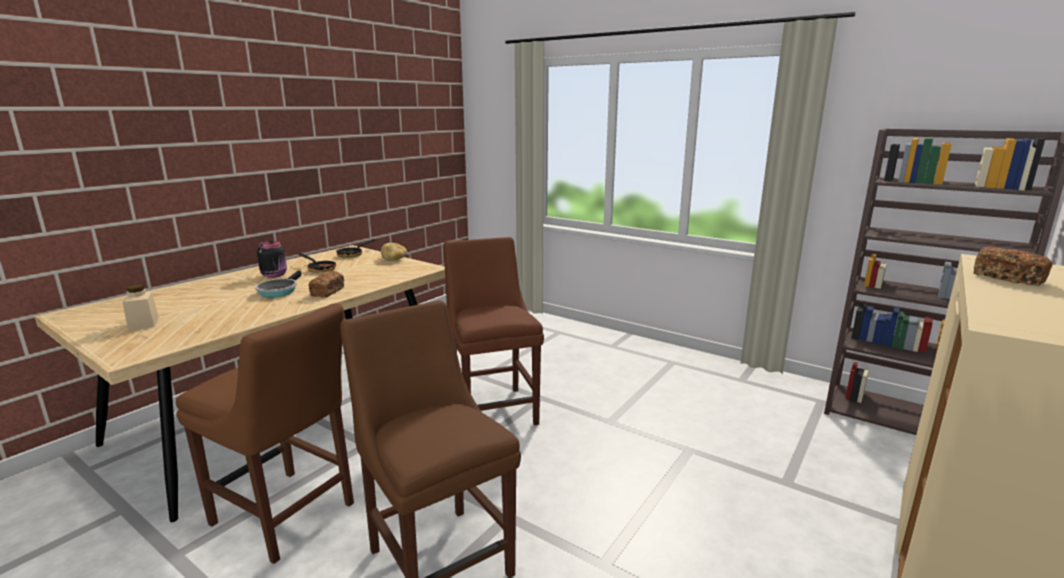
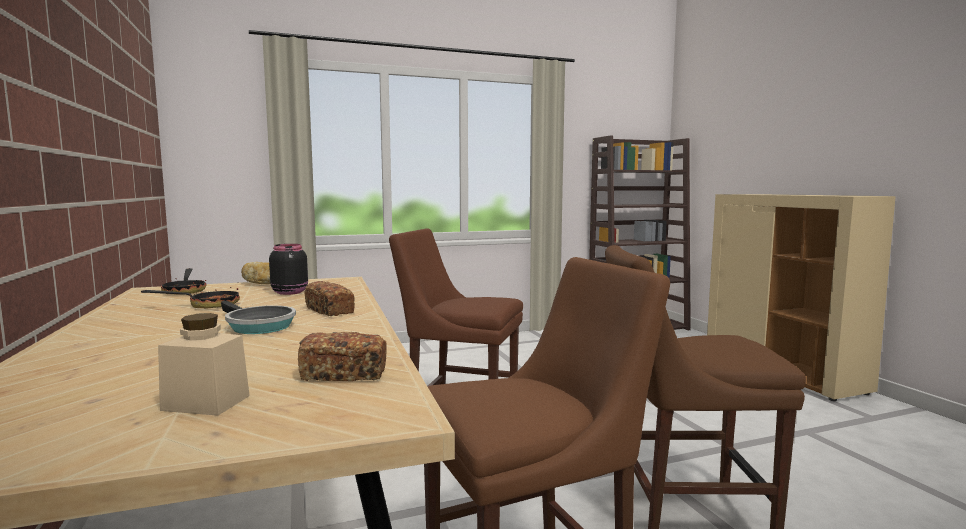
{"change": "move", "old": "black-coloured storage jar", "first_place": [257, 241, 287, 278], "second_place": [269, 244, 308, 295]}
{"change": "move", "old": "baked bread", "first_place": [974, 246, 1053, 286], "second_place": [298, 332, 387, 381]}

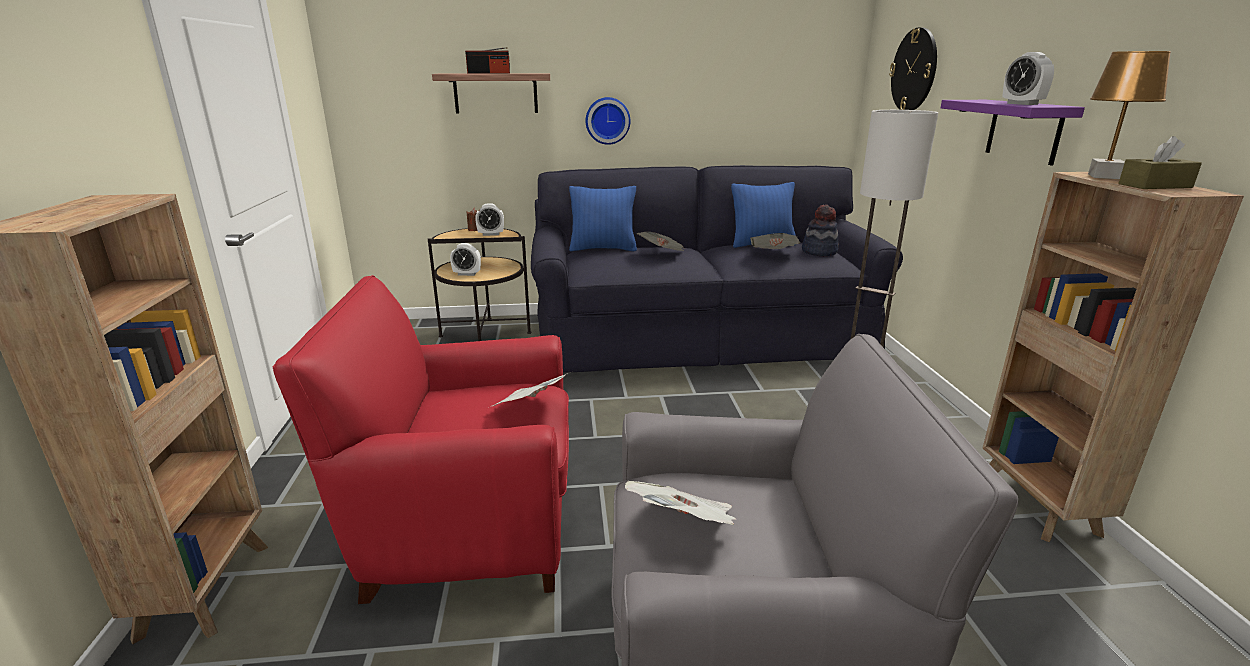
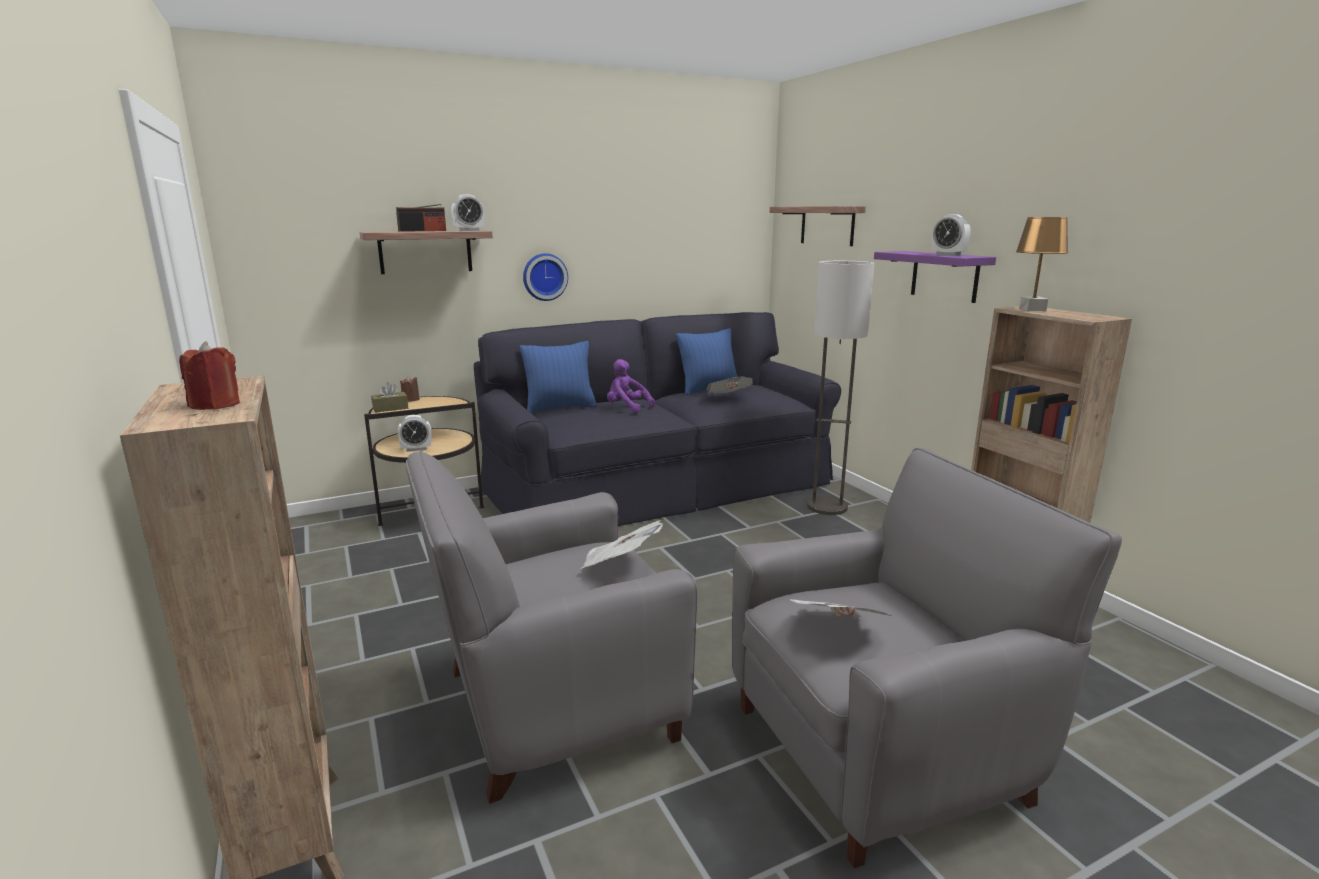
{"change": "insert", "new": "red candle", "second_place": [179, 341, 240, 410]}
{"change": "move", "old": "brown box of tissues", "first_place": [1118, 136, 1202, 189], "second_place": [371, 382, 408, 413]}
{"change": "recolor", "old": "red armchair", "new": "gray armchair", "first_place": [273, 275, 569, 604], "second_place": [406, 451, 697, 804]}
{"change": "move", "old": "table clock", "first_place": [475, 203, 504, 236], "second_place": [451, 194, 485, 231]}
{"change": "replace", "old": "printed paper", "new": "purple soft toy", "first_place": [637, 232, 685, 251], "second_place": [607, 359, 655, 413]}
{"change": "replace", "old": "clock on the wall", "new": "bracket shelf", "first_place": [889, 27, 937, 110], "second_place": [770, 206, 866, 246]}
{"change": "delete", "old": "wearable hat", "first_place": [802, 205, 839, 256]}

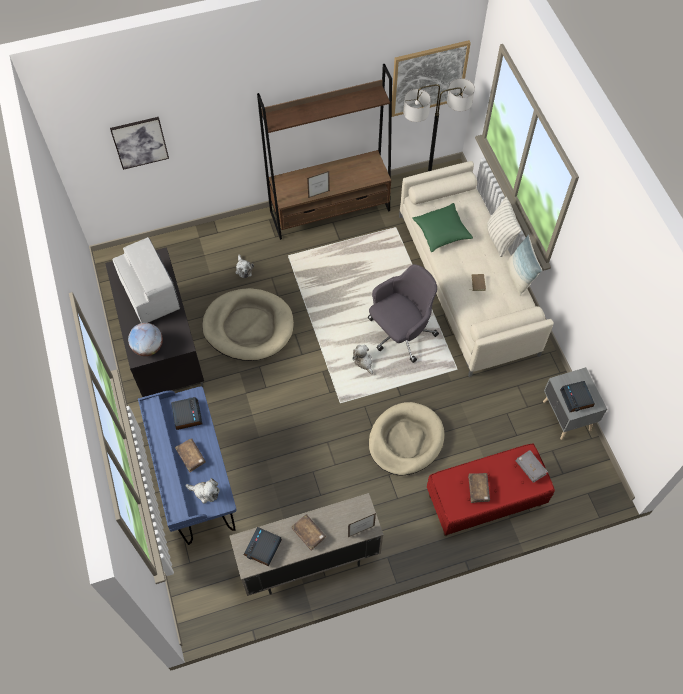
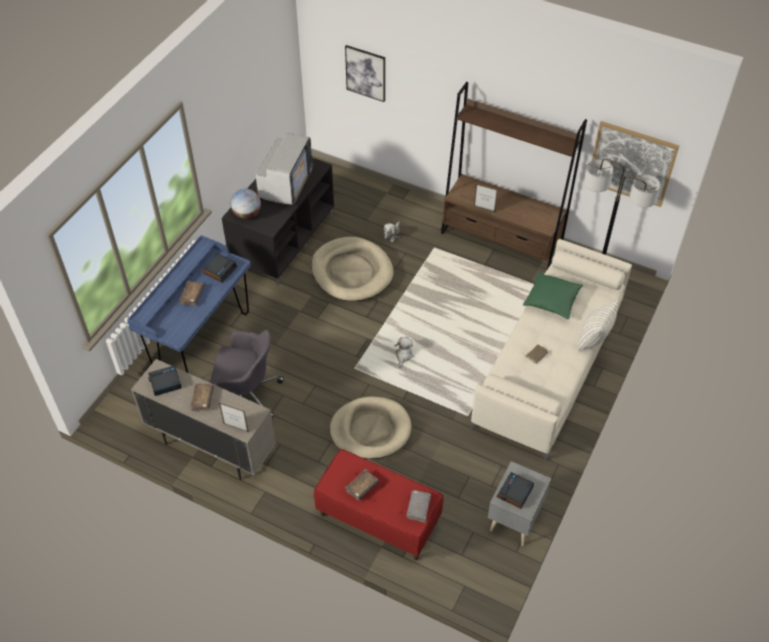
{"change": "move", "old": "gray computer chair", "first_place": [368, 264, 439, 363], "second_place": [210, 330, 284, 419]}
{"change": "delete", "old": "soft toy", "first_place": [186, 478, 220, 504]}
{"change": "delete", "old": "cushion", "first_place": [507, 234, 542, 296]}

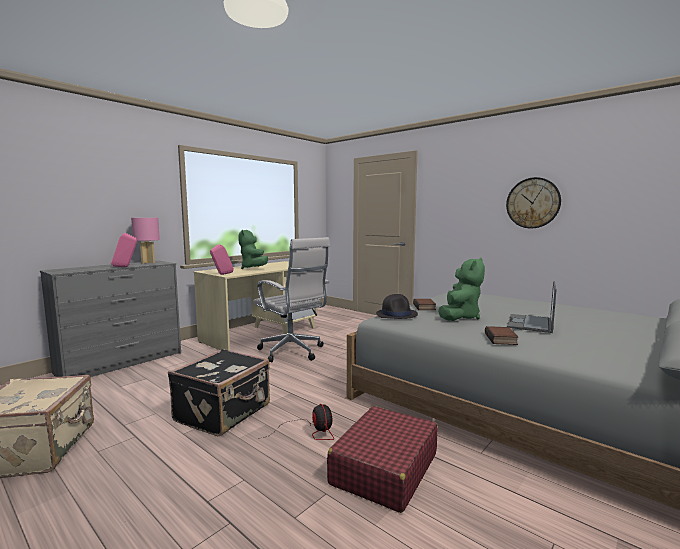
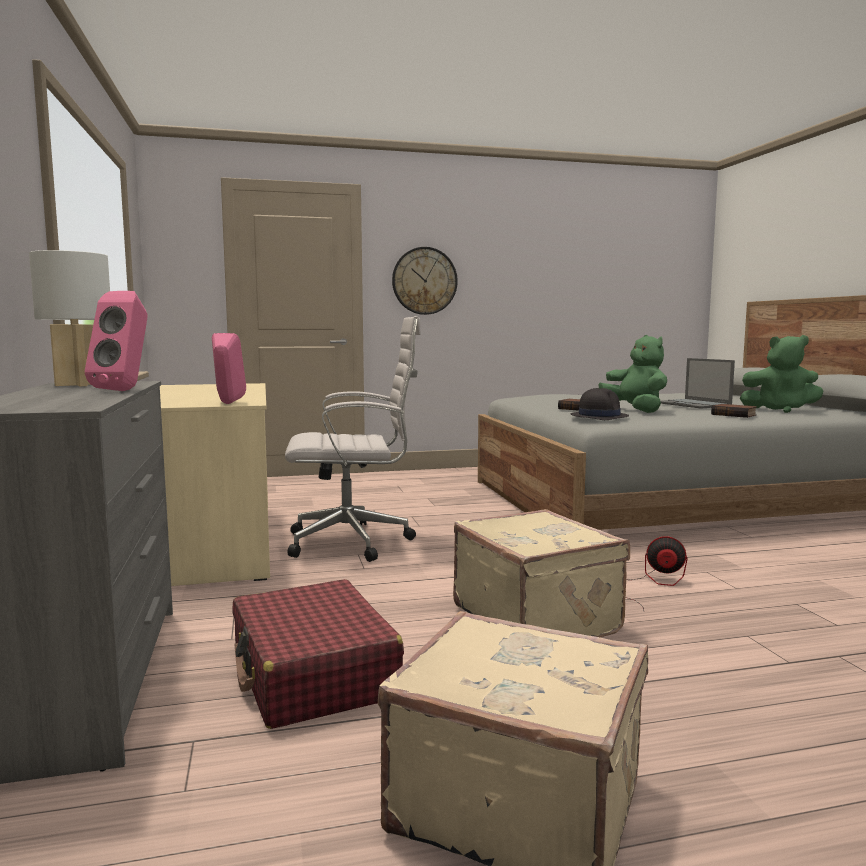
{"change": "recolor", "old": "pink-coloured lamp for a table", "new": "white-coloured lamp for a table", "first_place": [131, 218, 160, 264], "second_place": [29, 250, 110, 386]}
{"change": "move", "old": "red travel case", "first_place": [327, 406, 438, 513], "second_place": [232, 579, 404, 729]}
{"change": "move", "old": "clock on the wall", "first_place": [506, 177, 561, 228], "second_place": [392, 247, 458, 315]}
{"change": "recolor", "old": "black-coloured travel case", "new": "sand-coloured travel case", "first_place": [168, 349, 270, 436], "second_place": [453, 509, 630, 637]}
{"change": "move", "old": "greenish soft toy", "first_place": [238, 229, 268, 269], "second_place": [740, 335, 824, 413]}

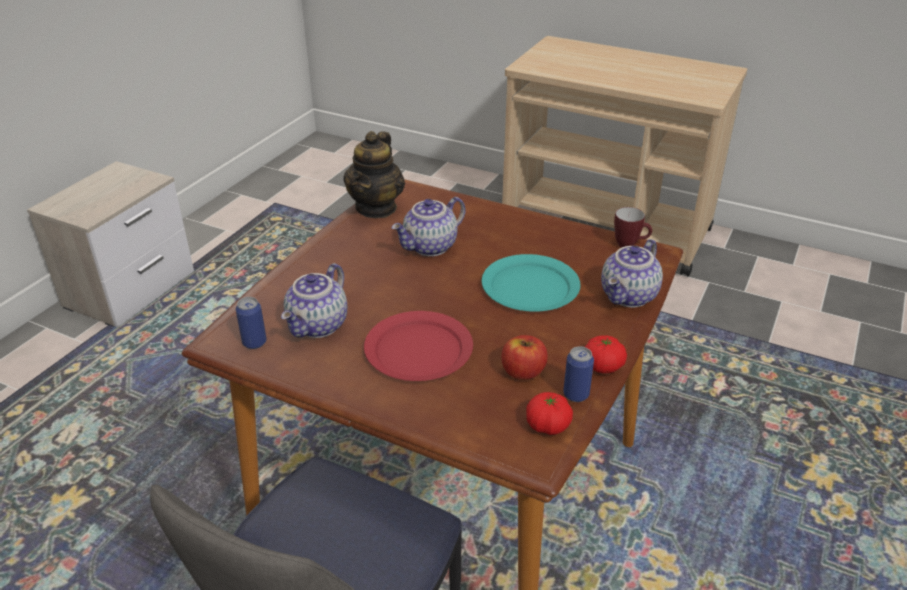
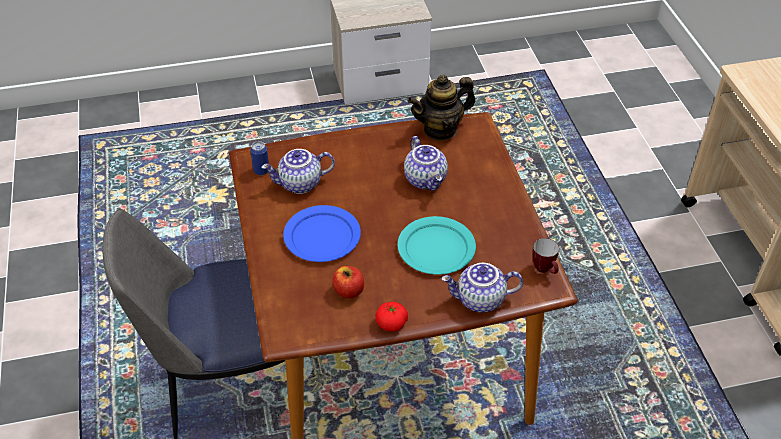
{"change": "recolor", "old": "red plate", "new": "blue-coloured plate", "first_place": [364, 311, 473, 381], "second_place": [283, 205, 361, 262]}
{"change": "rotate", "old": "teapot", "first_place": [392, 197, 465, 256], "second_place": [404, 136, 448, 191], "degrees": -120}
{"change": "delete", "old": "tomato", "first_place": [526, 392, 573, 435]}
{"change": "delete", "old": "can", "first_place": [563, 346, 594, 402]}

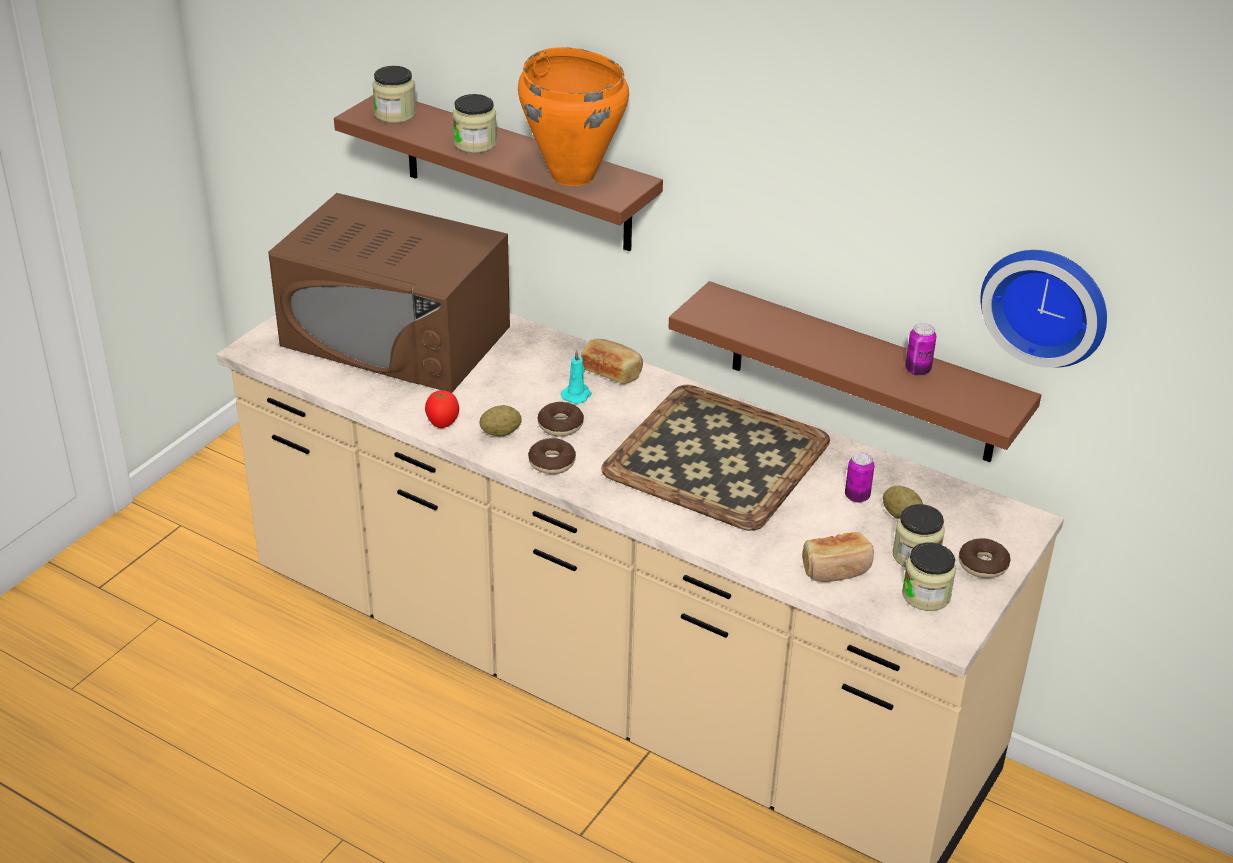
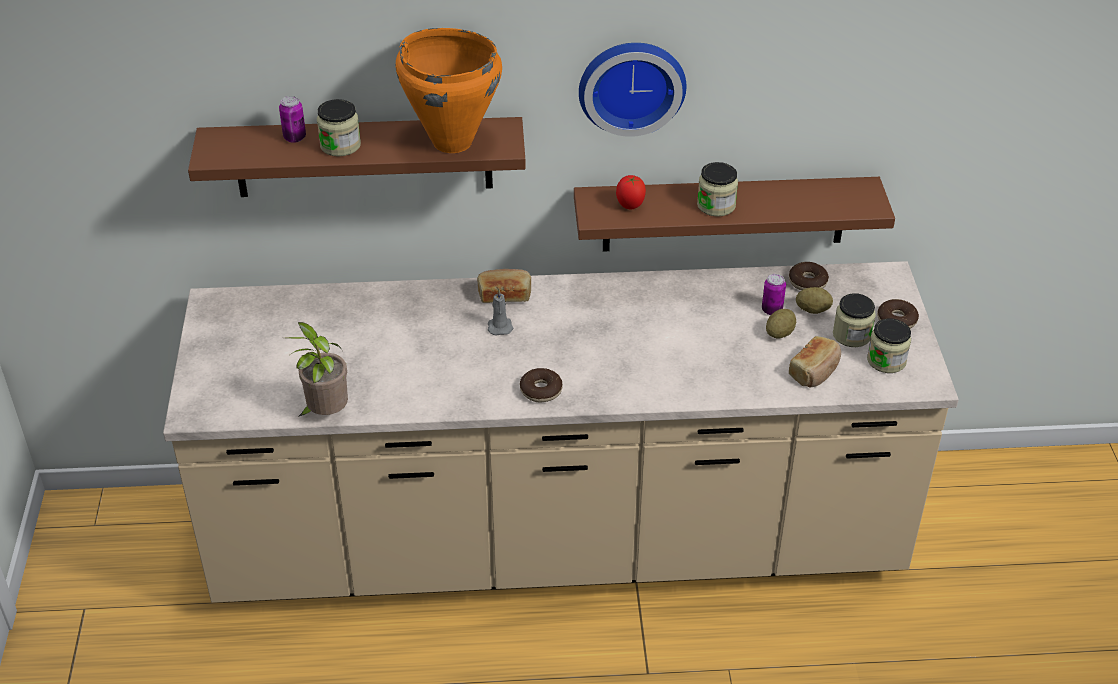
{"change": "move", "old": "can", "first_place": [905, 323, 937, 376], "second_place": [279, 96, 306, 143]}
{"change": "insert", "new": "plant in a pot", "second_place": [287, 322, 348, 417]}
{"change": "recolor", "old": "blue-green candle", "new": "gray candle", "first_place": [561, 350, 592, 404], "second_place": [488, 289, 513, 336]}
{"change": "move", "old": "clock on the wall", "first_place": [980, 250, 1107, 368], "second_place": [579, 43, 686, 137]}
{"change": "move", "old": "tomato", "first_place": [425, 390, 459, 428], "second_place": [616, 175, 646, 209]}
{"change": "move", "old": "storage jar", "first_place": [372, 66, 416, 123], "second_place": [697, 162, 738, 217]}
{"change": "move", "old": "whole potato", "first_place": [479, 405, 522, 436], "second_place": [766, 309, 796, 339]}
{"change": "move", "old": "ring doughnut", "first_place": [538, 402, 584, 437], "second_place": [789, 262, 829, 291]}
{"change": "delete", "old": "brown kitchen microwave", "first_place": [268, 193, 510, 393]}
{"change": "delete", "old": "tray", "first_place": [601, 385, 830, 531]}

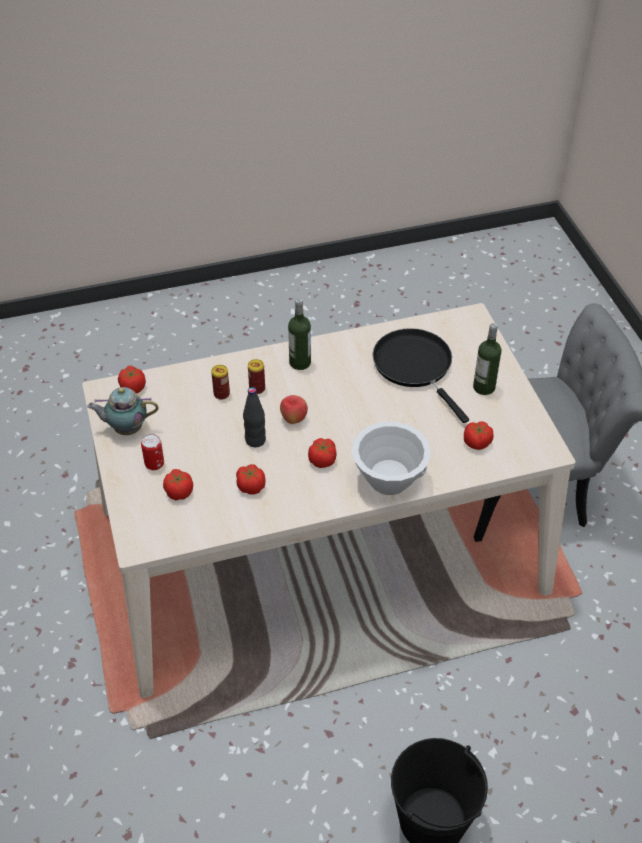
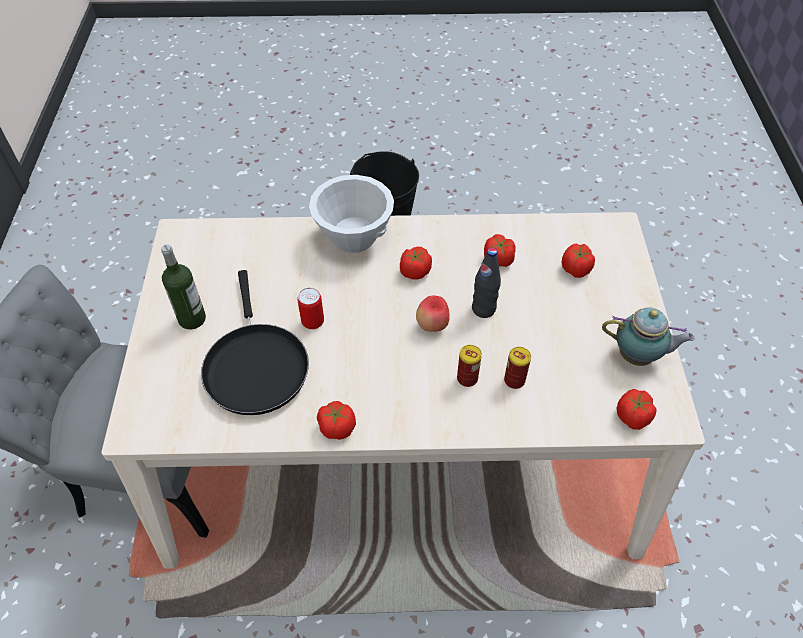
{"change": "move", "old": "can", "first_place": [141, 434, 164, 470], "second_place": [297, 287, 324, 329]}
{"change": "move", "old": "tomato", "first_place": [464, 421, 494, 450], "second_place": [317, 401, 356, 440]}
{"change": "delete", "old": "drink bottle", "first_place": [288, 298, 311, 370]}

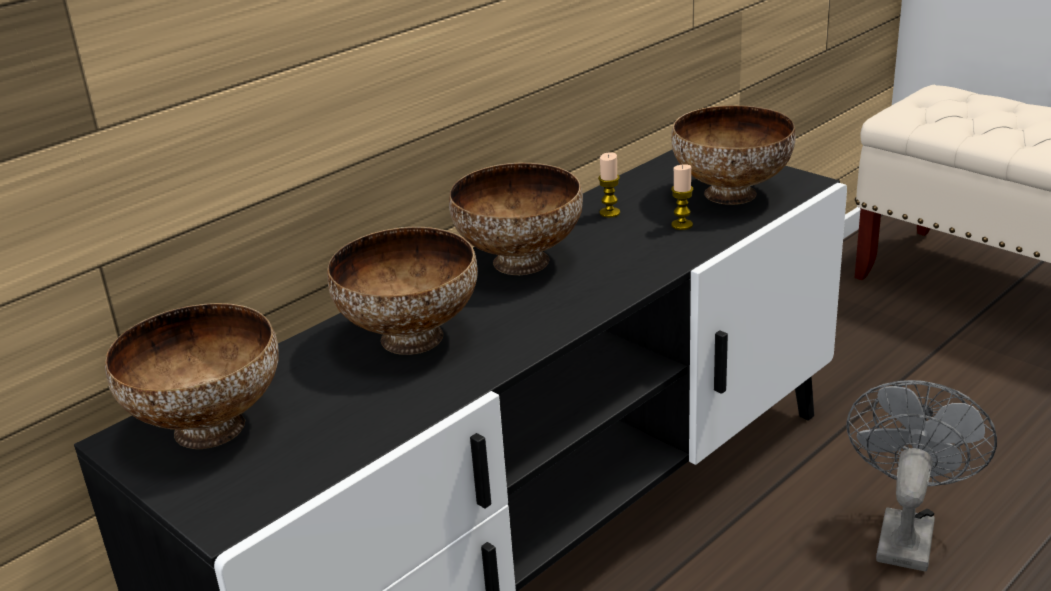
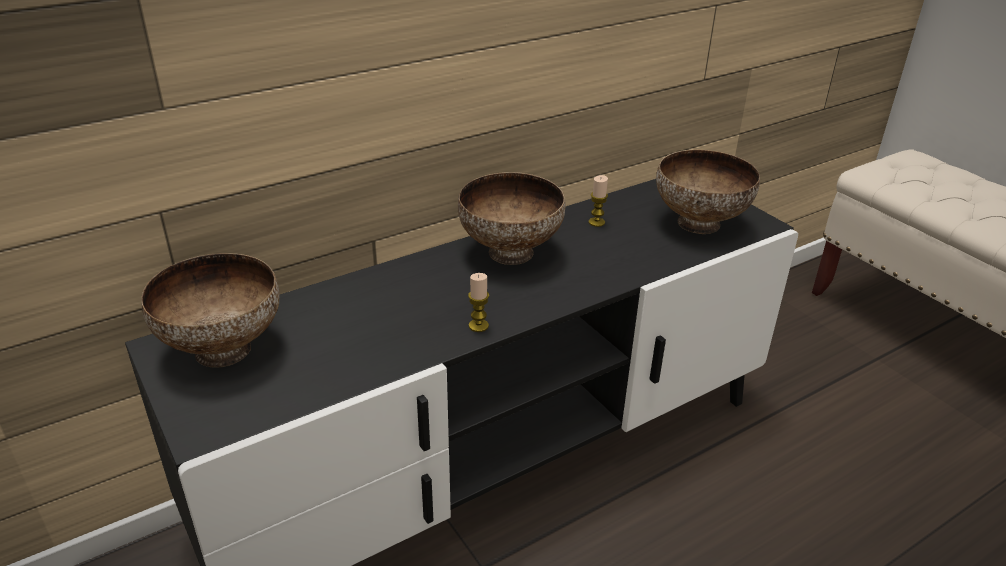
{"change": "move", "old": "candle", "first_place": [671, 164, 694, 230], "second_place": [468, 273, 489, 332]}
{"change": "delete", "old": "serving bowl", "first_place": [327, 227, 478, 355]}
{"change": "delete", "old": "gray fan", "first_place": [846, 380, 997, 571]}

